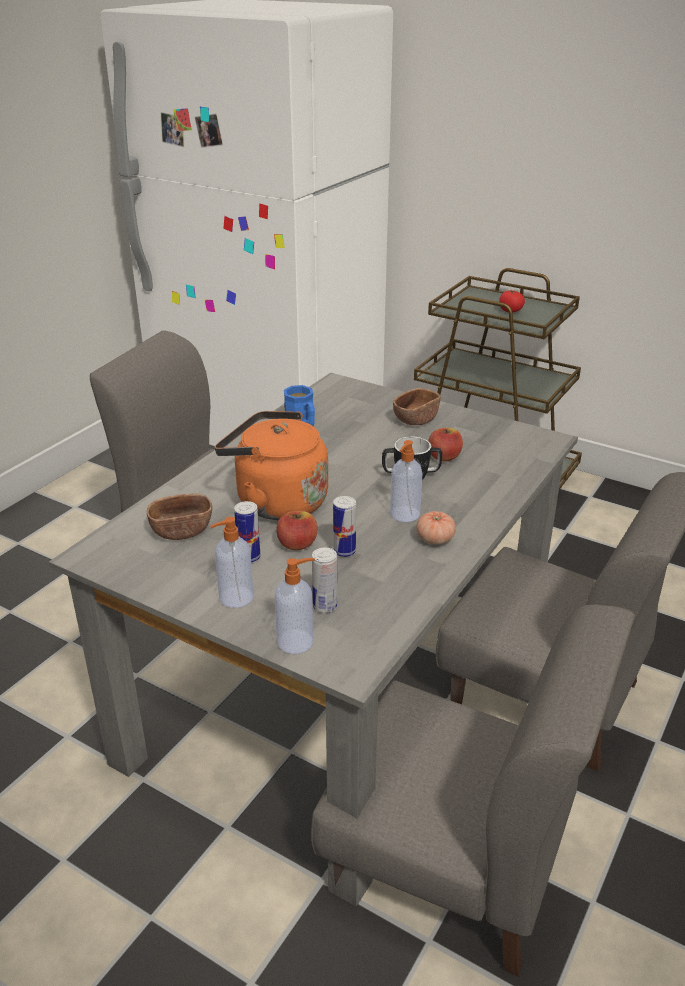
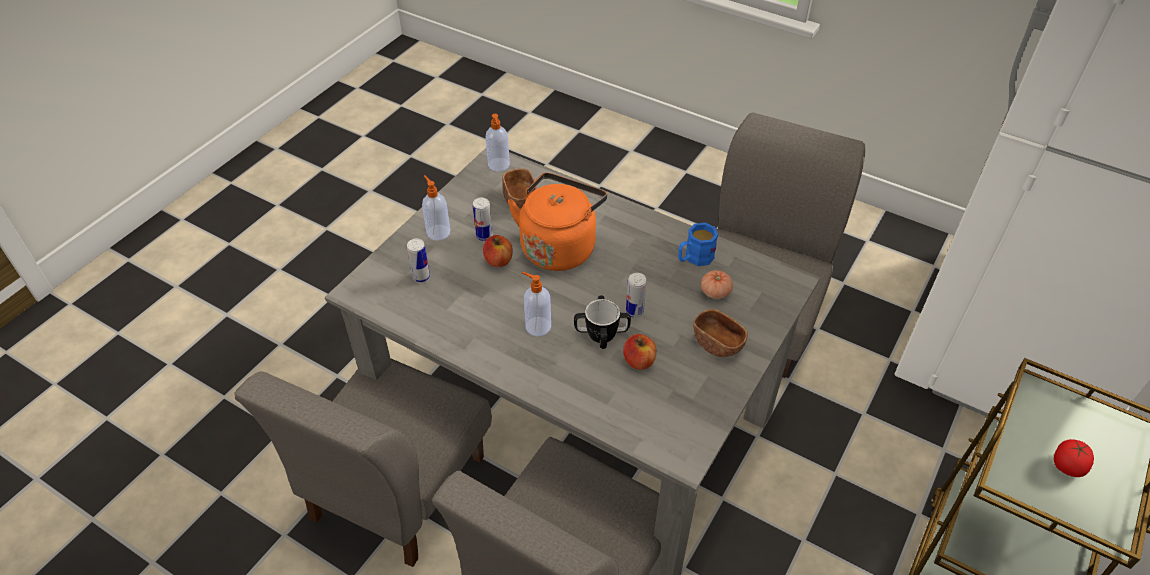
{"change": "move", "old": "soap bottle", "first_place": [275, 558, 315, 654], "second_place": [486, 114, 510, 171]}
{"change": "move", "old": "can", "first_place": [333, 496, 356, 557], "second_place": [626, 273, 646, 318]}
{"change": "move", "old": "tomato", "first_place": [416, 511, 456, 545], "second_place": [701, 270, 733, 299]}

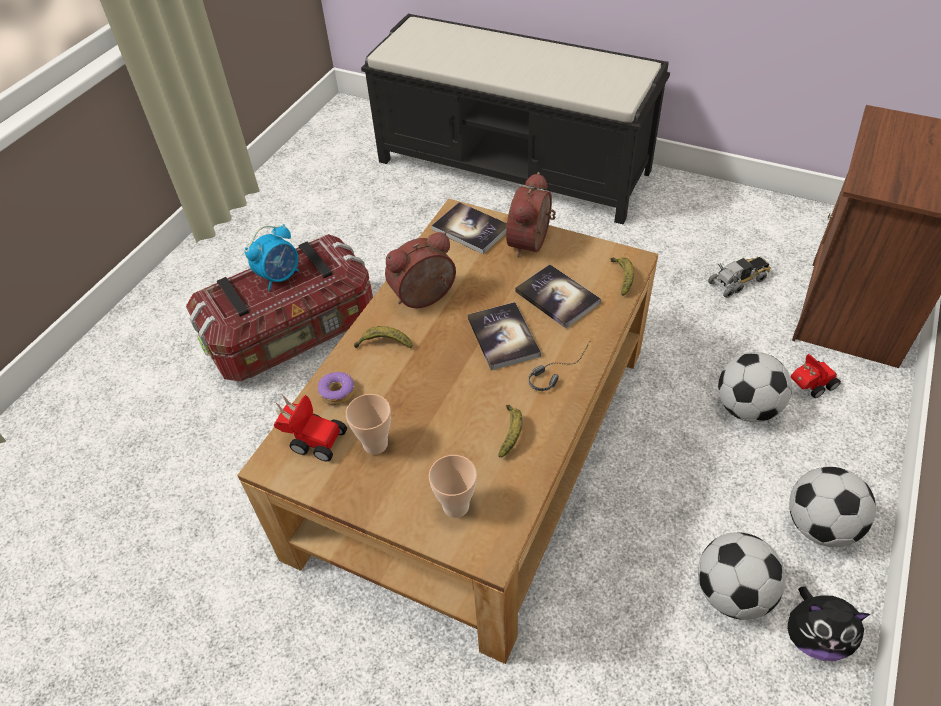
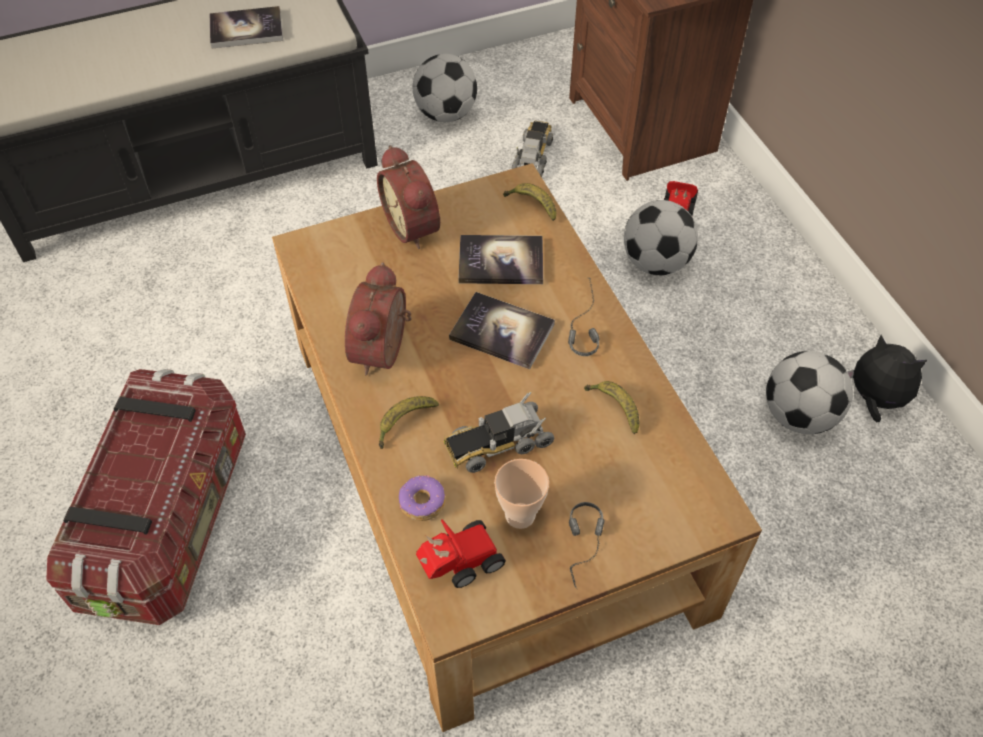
{"change": "move", "old": "bound book", "first_place": [431, 202, 507, 254], "second_place": [210, 6, 283, 48]}
{"change": "move", "old": "ball for football", "first_place": [789, 467, 876, 547], "second_place": [413, 54, 477, 122]}
{"change": "insert", "new": "toy lorry", "second_place": [444, 392, 554, 473]}
{"change": "insert", "new": "headset", "second_place": [569, 502, 605, 590]}
{"change": "rotate", "old": "soft toy", "first_place": [787, 586, 870, 661], "second_place": [847, 335, 927, 422], "degrees": -105}
{"change": "delete", "old": "table clock", "first_place": [245, 224, 299, 291]}
{"change": "delete", "old": "cup", "first_place": [429, 455, 477, 518]}

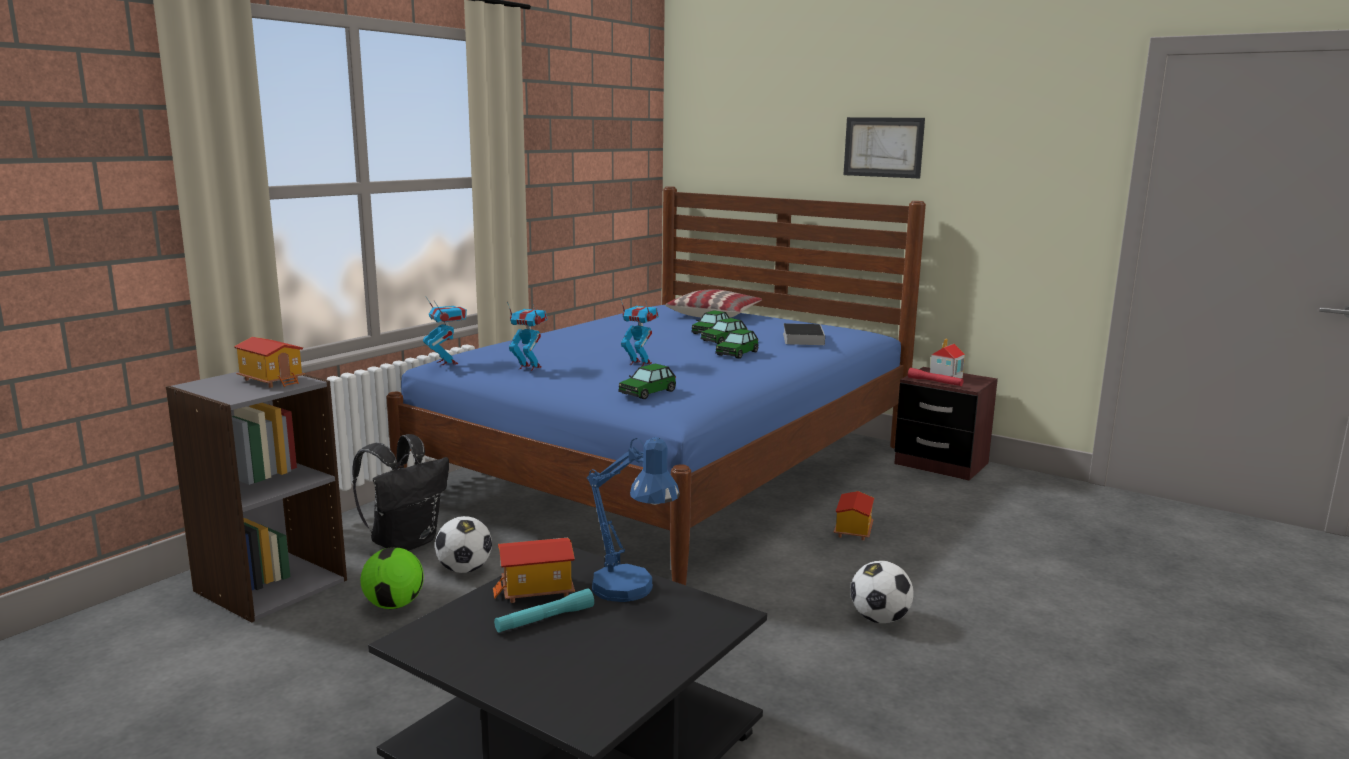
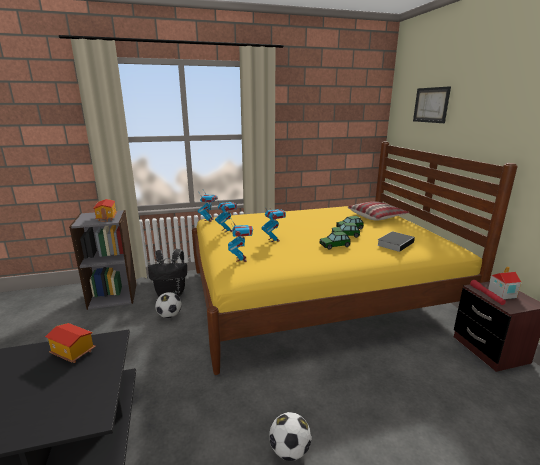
{"change": "recolor", "old": "blue-coloured bed", "new": "yellowish bed", "first_place": [386, 187, 926, 585], "second_place": [192, 142, 518, 375]}
{"change": "replace", "old": "toy car", "new": "toy robot", "first_place": [618, 363, 676, 399], "second_place": [228, 219, 253, 262]}
{"change": "move", "old": "picture", "first_place": [844, 117, 925, 178], "second_place": [413, 86, 451, 123]}
{"change": "delete", "old": "ball for football", "first_place": [360, 547, 424, 609]}
{"change": "delete", "old": "blue-green hand torch", "first_place": [494, 588, 594, 633]}
{"change": "delete", "old": "blue-coloured lamp for a table", "first_place": [587, 437, 680, 602]}
{"change": "delete", "old": "toy house", "first_place": [834, 491, 874, 541]}

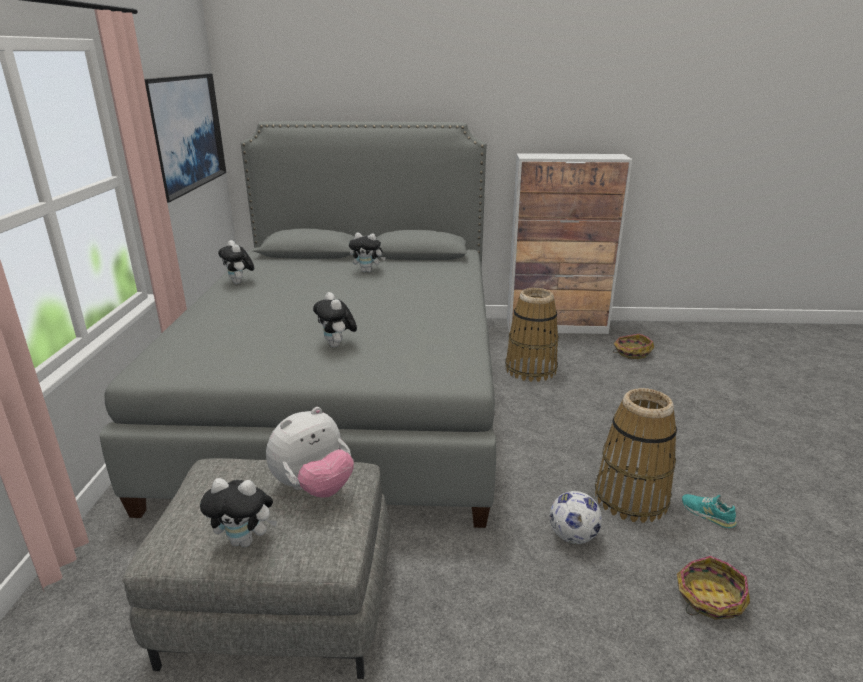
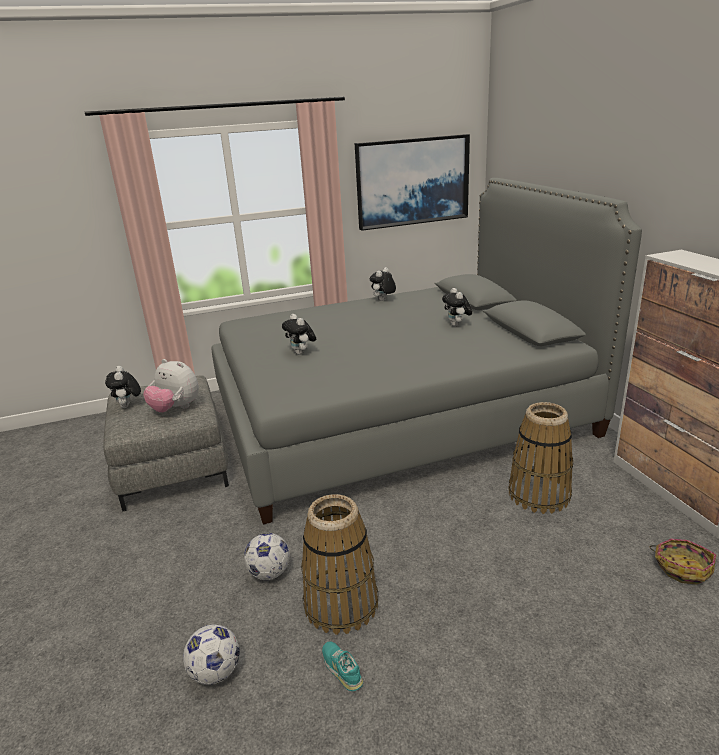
{"change": "replace", "old": "basket", "new": "ball for football", "first_place": [677, 556, 750, 620], "second_place": [183, 624, 240, 685]}
{"change": "rotate", "old": "soft toy", "first_place": [313, 292, 357, 348], "second_place": [282, 314, 316, 355], "degrees": -75}
{"change": "rotate", "old": "blue-green low shoe", "first_place": [682, 494, 737, 528], "second_place": [322, 641, 363, 691], "degrees": -60}

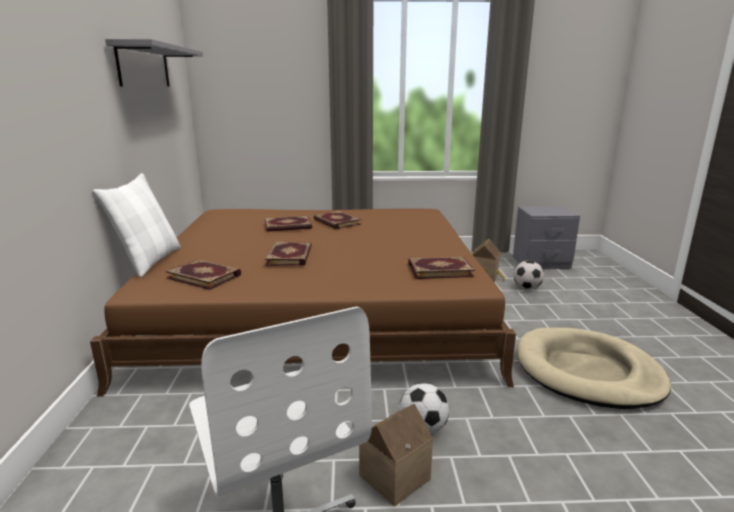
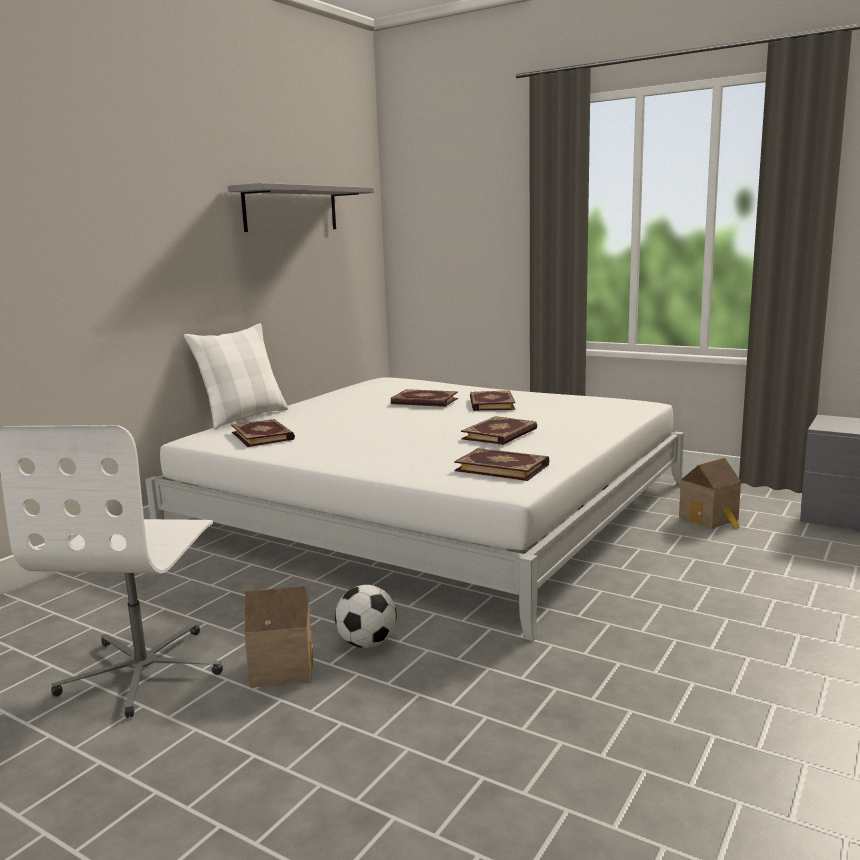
{"change": "recolor", "old": "brown bed", "new": "white-coloured bed", "first_place": [90, 208, 516, 397], "second_place": [145, 377, 684, 641]}
{"change": "move", "old": "bound book", "first_place": [265, 242, 312, 266], "second_place": [461, 416, 537, 445]}
{"change": "delete", "old": "ball for football", "first_place": [514, 261, 544, 290]}
{"change": "delete", "old": "sand-coloured dog bed", "first_place": [517, 327, 671, 409]}

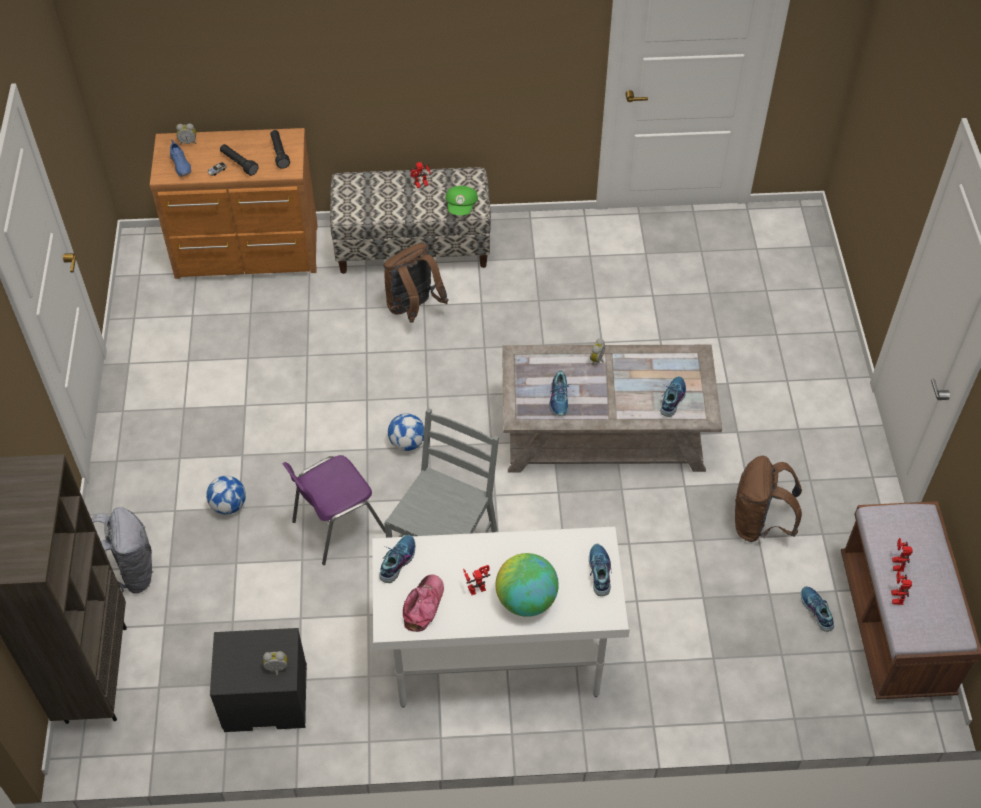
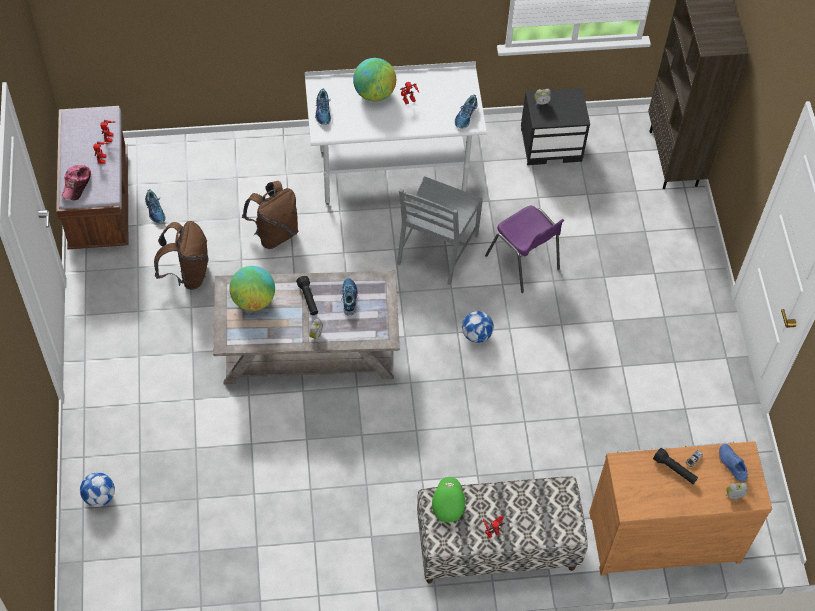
{"change": "move", "old": "cap", "first_place": [403, 574, 444, 632], "second_place": [61, 165, 91, 200]}
{"change": "move", "old": "ball for football", "first_place": [206, 476, 246, 515], "second_place": [80, 473, 115, 507]}
{"change": "replace", "old": "low shoe", "new": "world globe", "first_place": [660, 376, 686, 417], "second_place": [229, 266, 275, 311]}
{"change": "move", "old": "brown backpack", "first_place": [384, 243, 449, 323], "second_place": [242, 181, 298, 249]}
{"change": "move", "old": "black-coloured hand torch", "first_place": [270, 130, 290, 169], "second_place": [296, 276, 318, 315]}
{"change": "rotate", "old": "purple upright chair", "first_place": [282, 455, 385, 565], "second_place": [485, 206, 565, 293], "degrees": 90}
{"change": "delete", "old": "gray backpack", "first_place": [91, 507, 154, 593]}

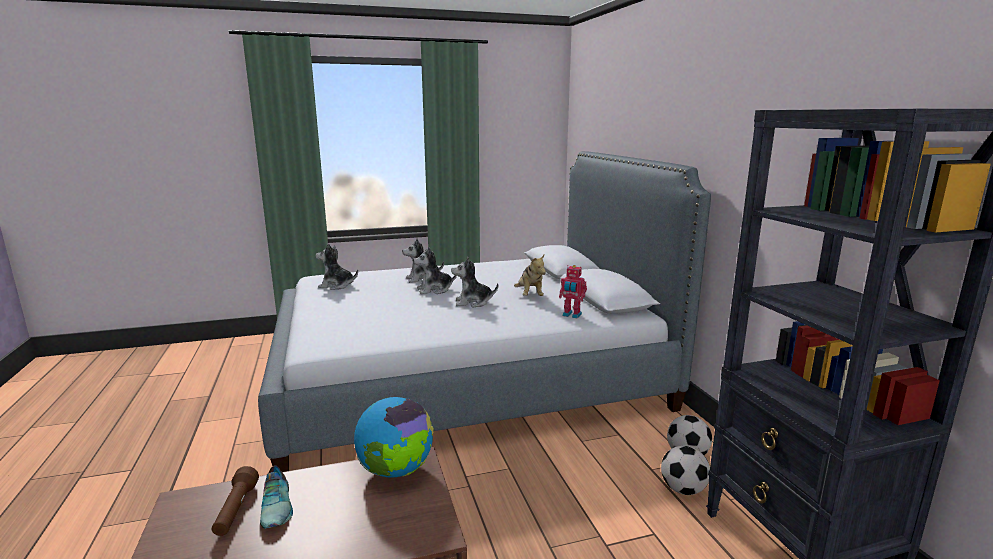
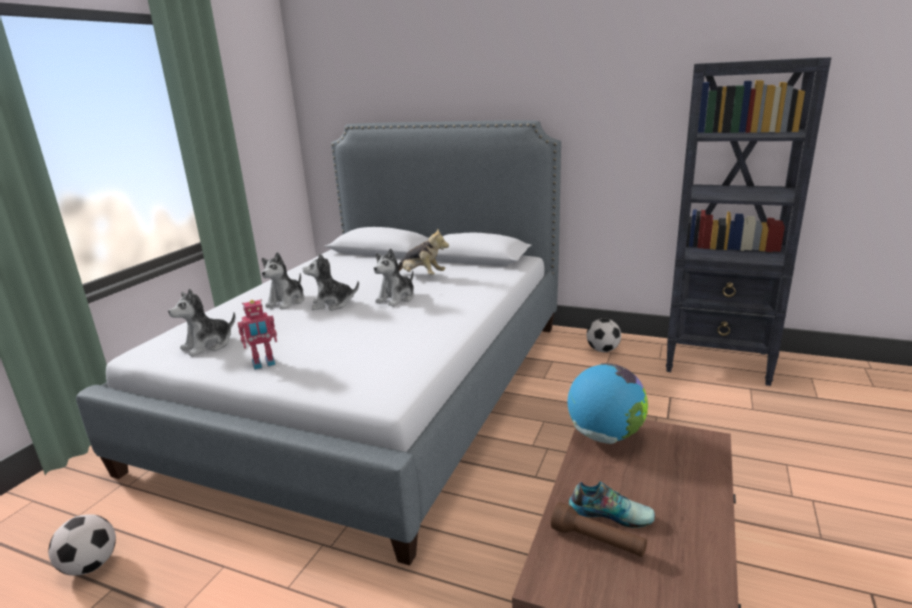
{"change": "move", "old": "ball for football", "first_place": [661, 446, 710, 495], "second_place": [48, 514, 116, 576]}
{"change": "move", "old": "toy robot", "first_place": [559, 265, 587, 318], "second_place": [238, 299, 277, 370]}
{"change": "rotate", "old": "soft toy", "first_place": [413, 247, 457, 294], "second_place": [302, 253, 359, 311], "degrees": 60}

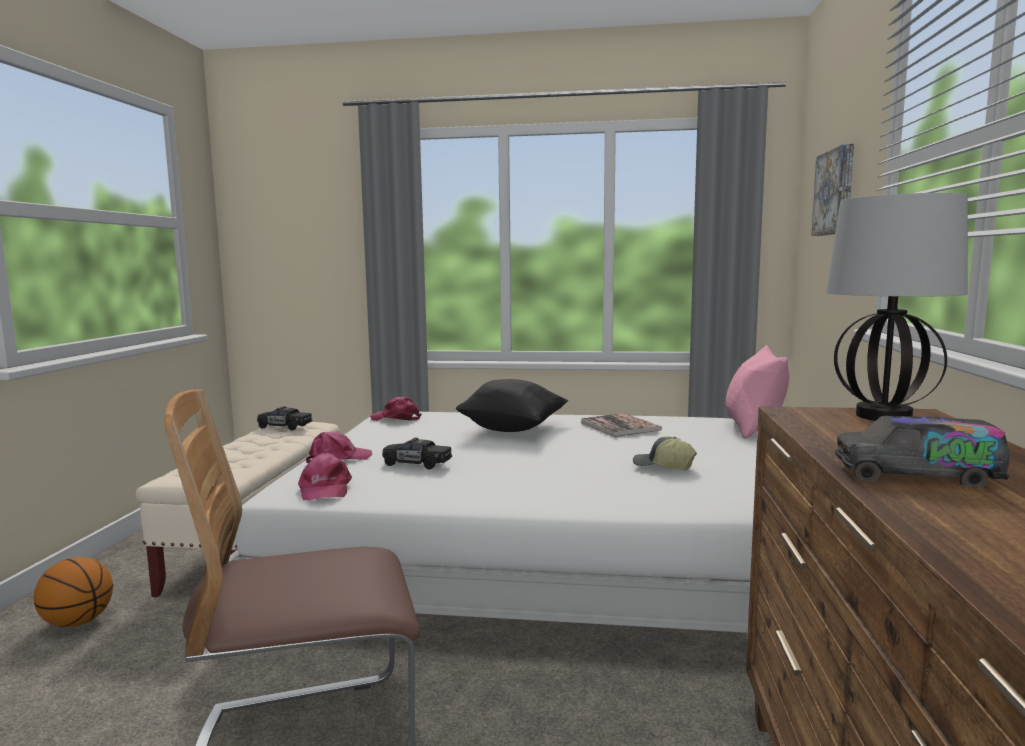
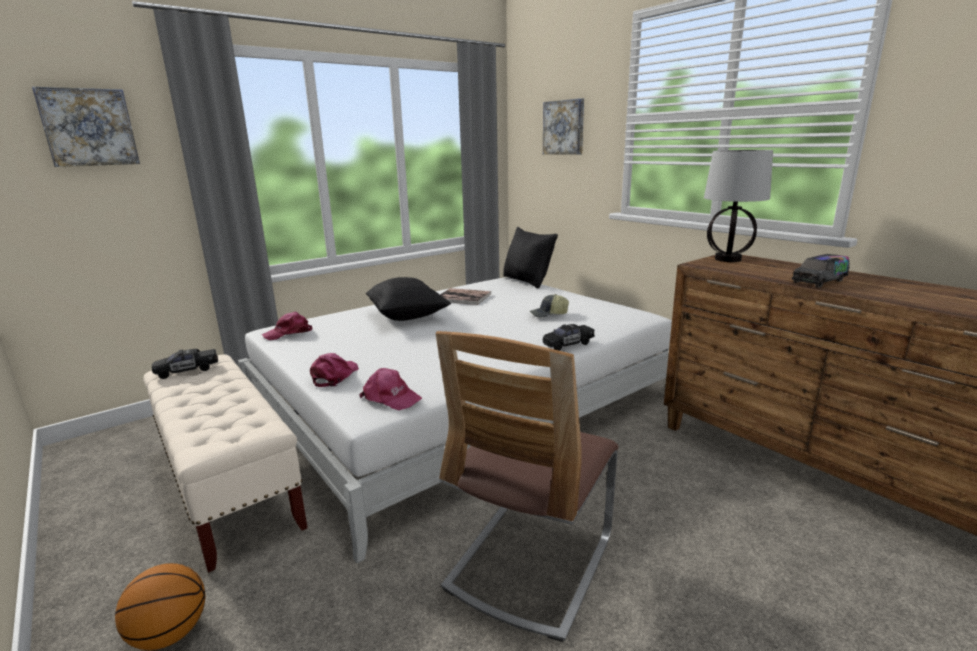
{"change": "insert", "new": "picture", "second_place": [32, 87, 140, 167]}
{"change": "recolor", "old": "pink-coloured cushion", "new": "black-coloured cushion", "first_place": [726, 345, 789, 439], "second_place": [503, 227, 558, 288]}
{"change": "move", "old": "black-coloured toy car", "first_place": [382, 438, 452, 470], "second_place": [542, 324, 595, 351]}

